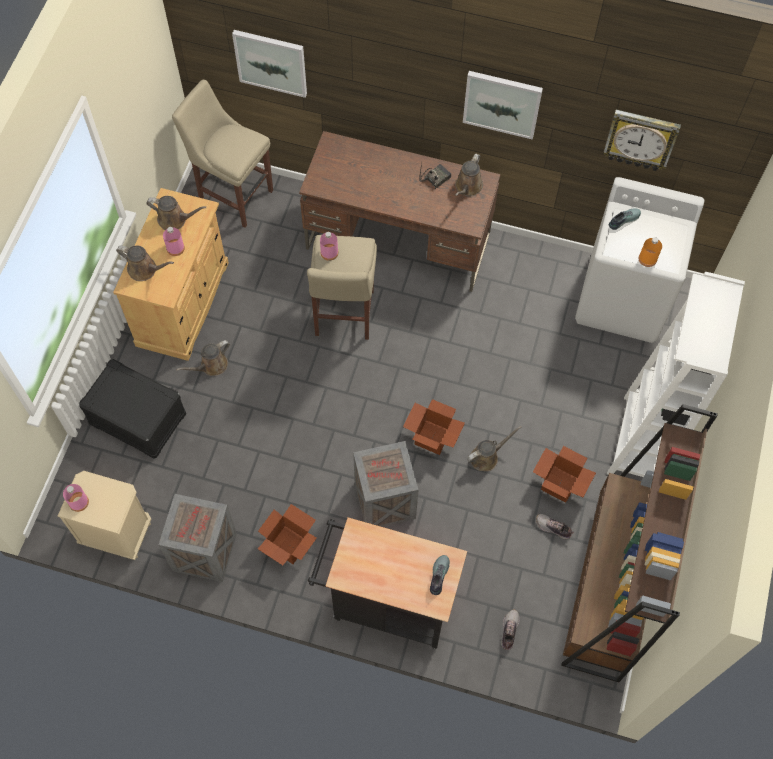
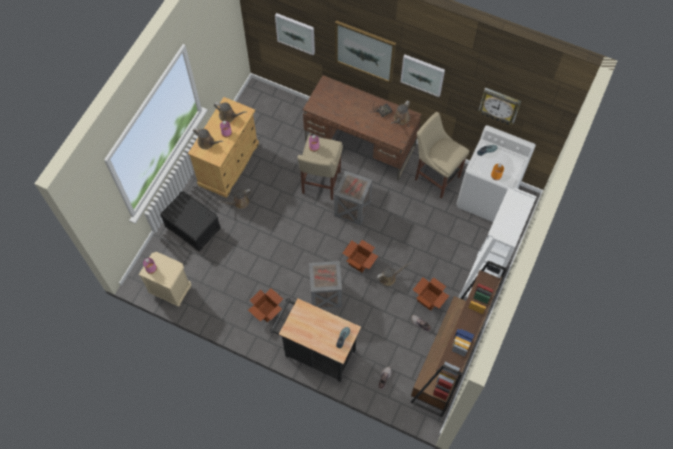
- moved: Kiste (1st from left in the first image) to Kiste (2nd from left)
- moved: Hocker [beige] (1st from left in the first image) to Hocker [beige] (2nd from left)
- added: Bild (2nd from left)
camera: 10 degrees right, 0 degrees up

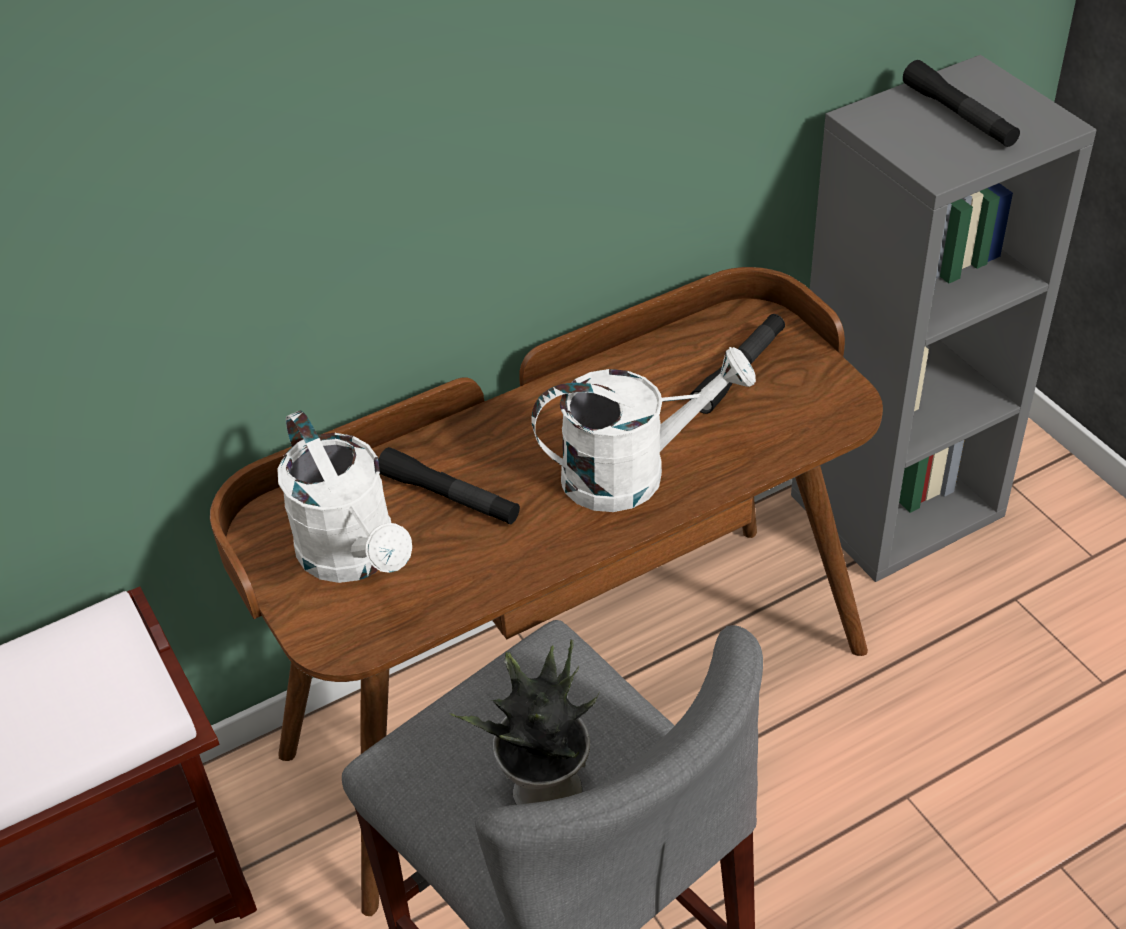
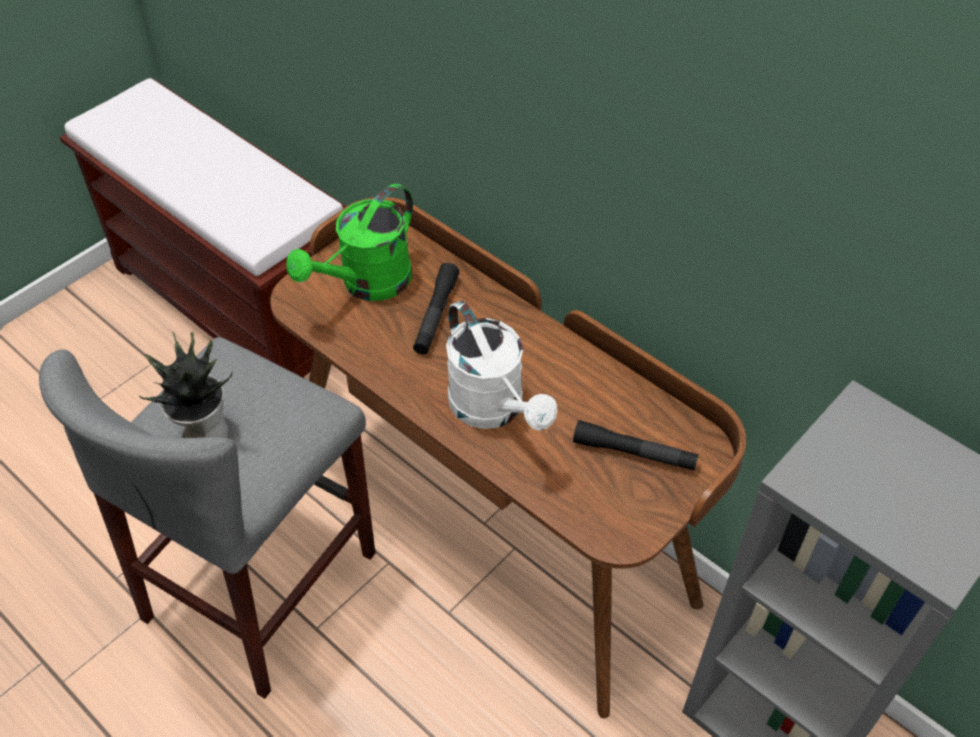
- recoloured: Gießkanne [weiß] (1st from left) to Gießkanne [grün]
- removed: Taschenlampe [schwarz] (3rd from left)
camera: 70 degrees right, 5 degrees up

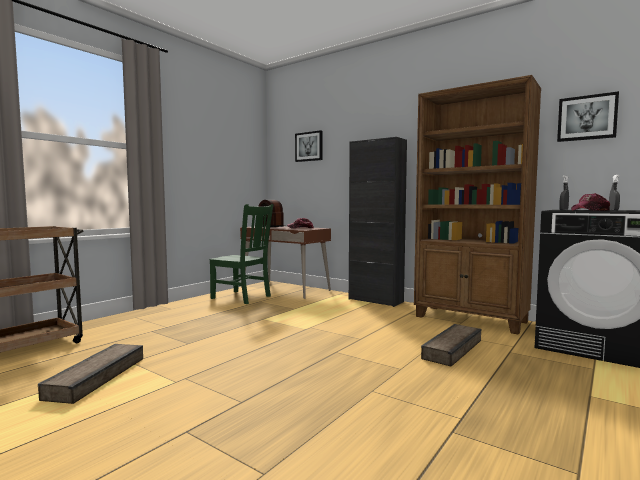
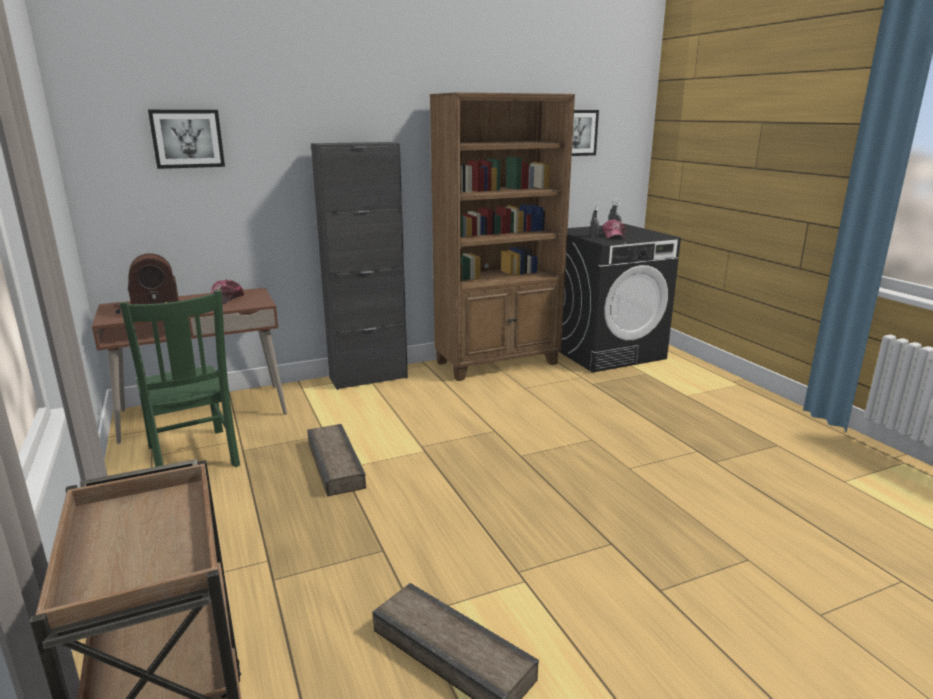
- turned: Stuhl [grün] 90 degrees clockwise
- moved: Kiste (2nd from left in the first image) to Kiste (1st from left)
camera: 60 degrees left, 15 degrees up

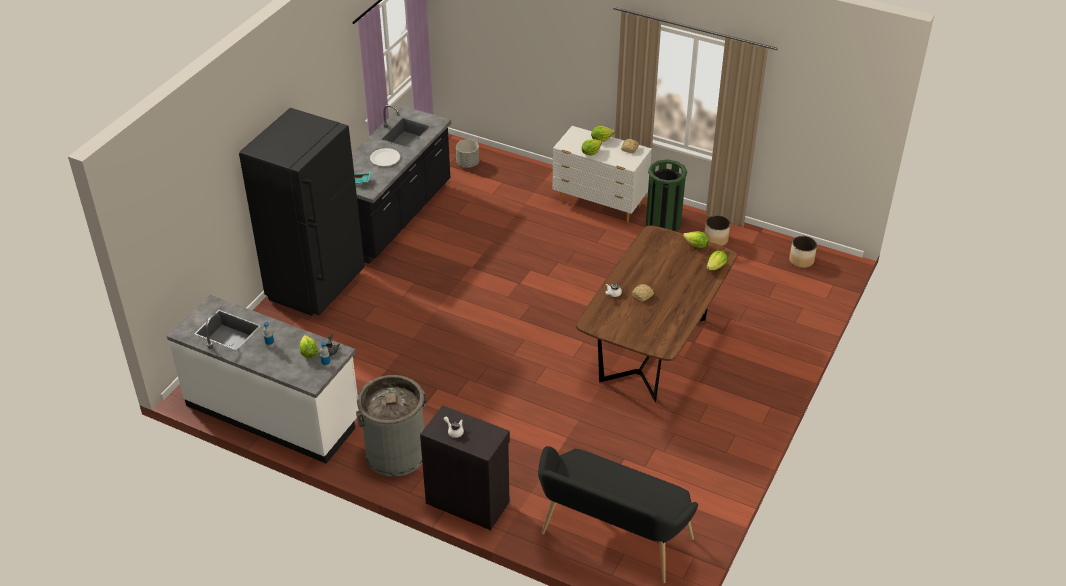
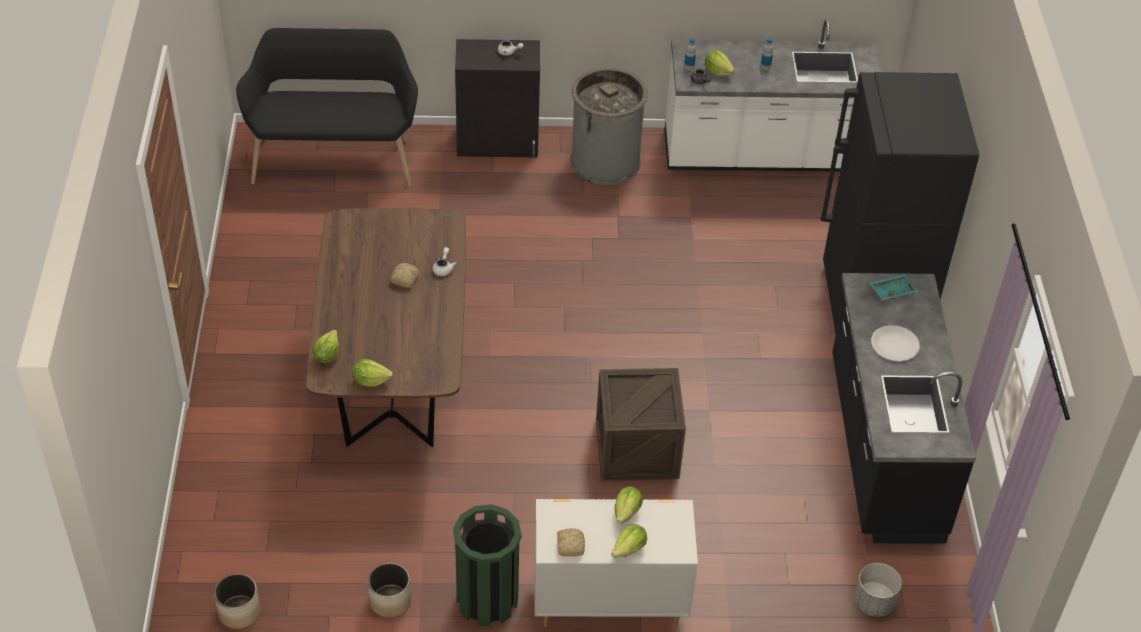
- added: Kiste
camera: 150 degrees right, 5 degrees up

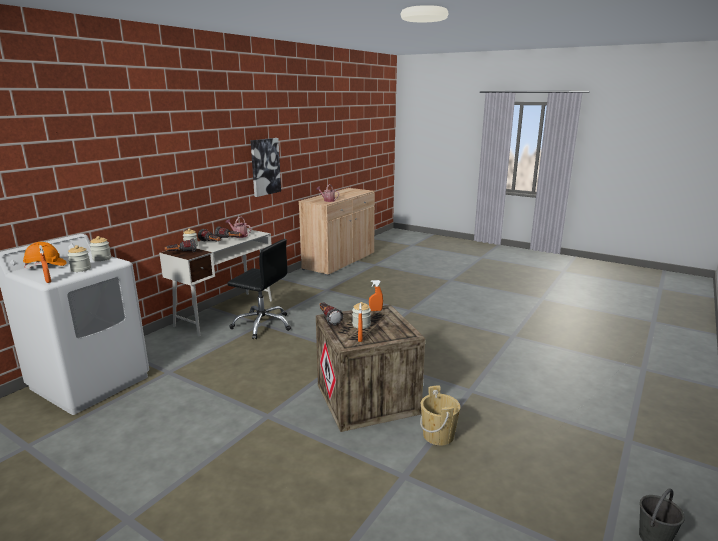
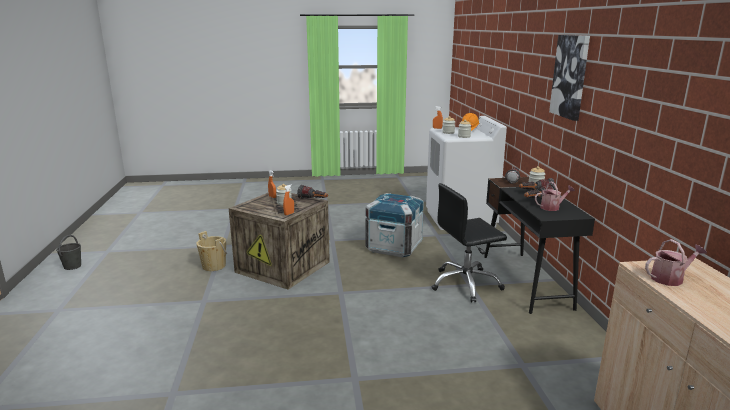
- recoloured: Schreibtisch [weiß] to Schreibtisch [schwarz]
- moved: Bild
- added: Kiste (2nd from left)
camera: 140 degrees right, 0 degrees up

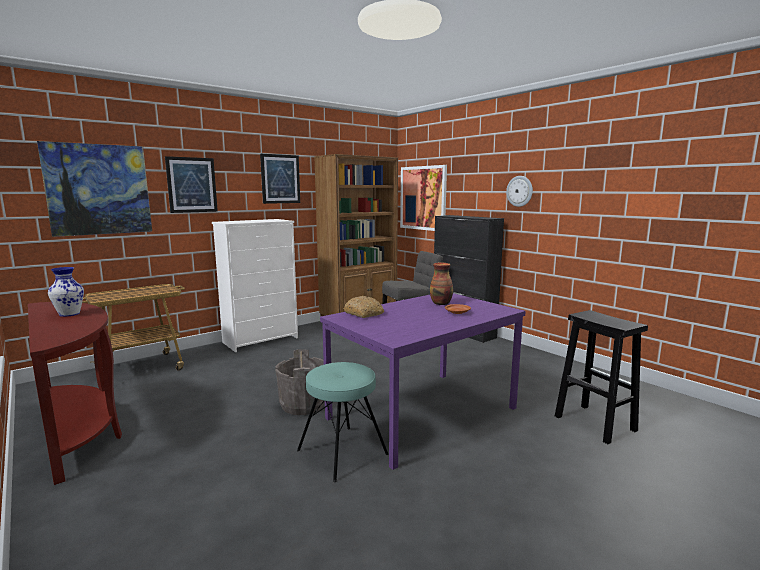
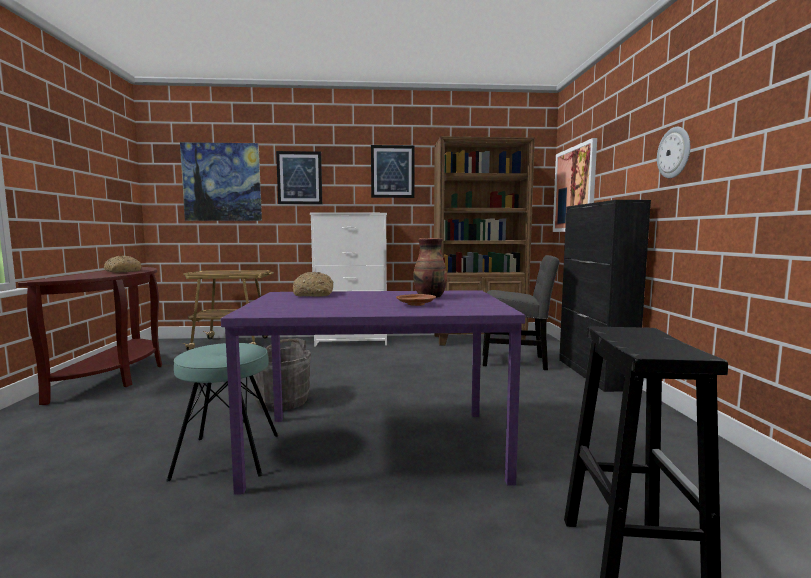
- replaced: Vase (1st from left) to Brot (1st from left)
camera: 35 degrees right, 5 degrees down

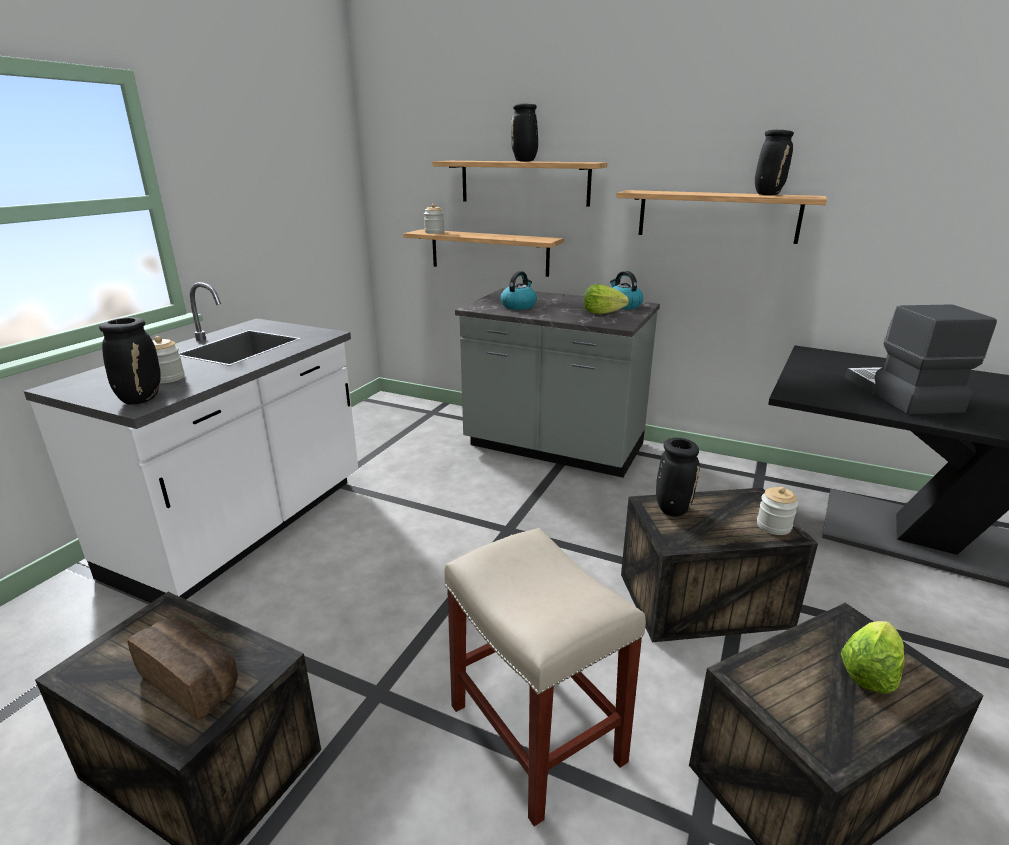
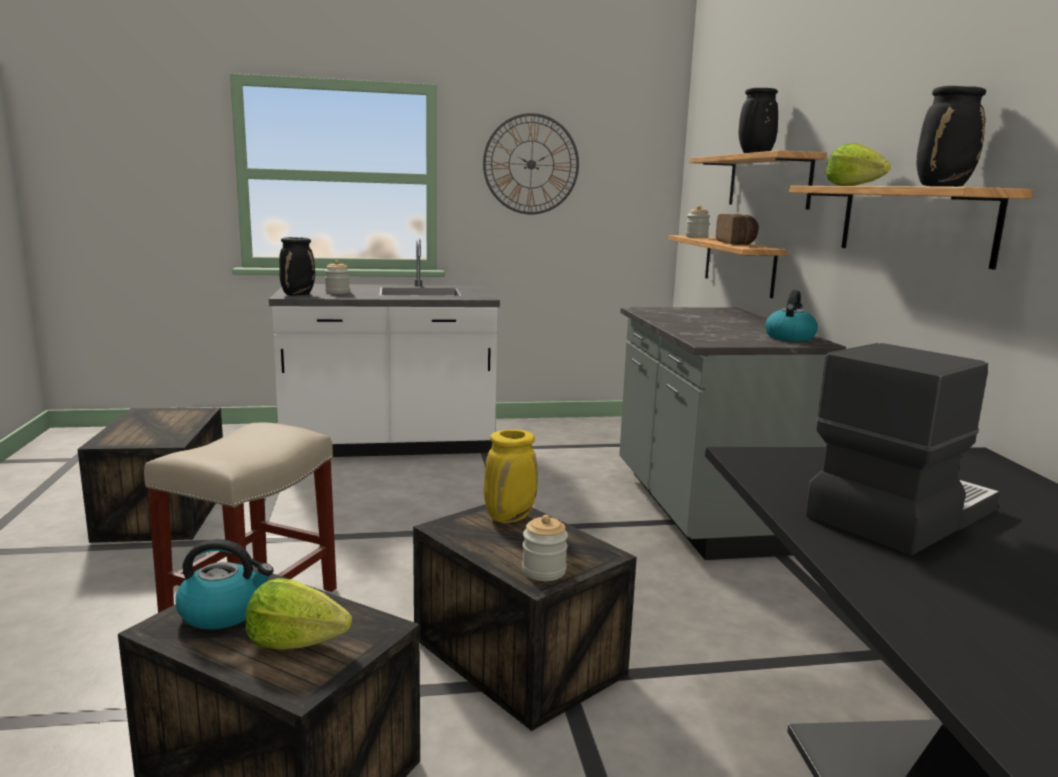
- moved: Brot
- moved: Wasserkessel (1st from left)
- moved: Salatkopf (1st from left in the first image) to Salatkopf (2nd from left)
- recoloured: Vase [schwarz] (3rd from left) to Vase [gelb]
- added: Wanduhr
camera: 55 degrees right, 10 degrees down

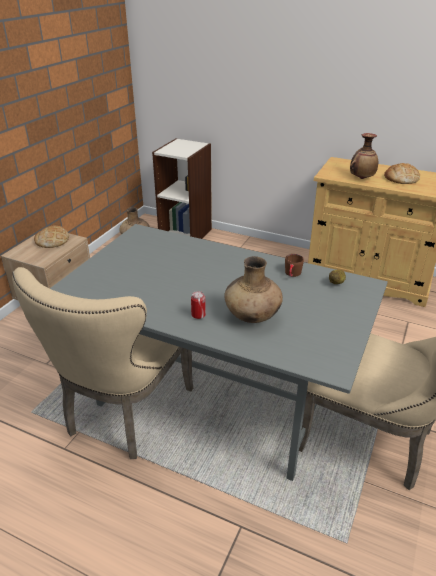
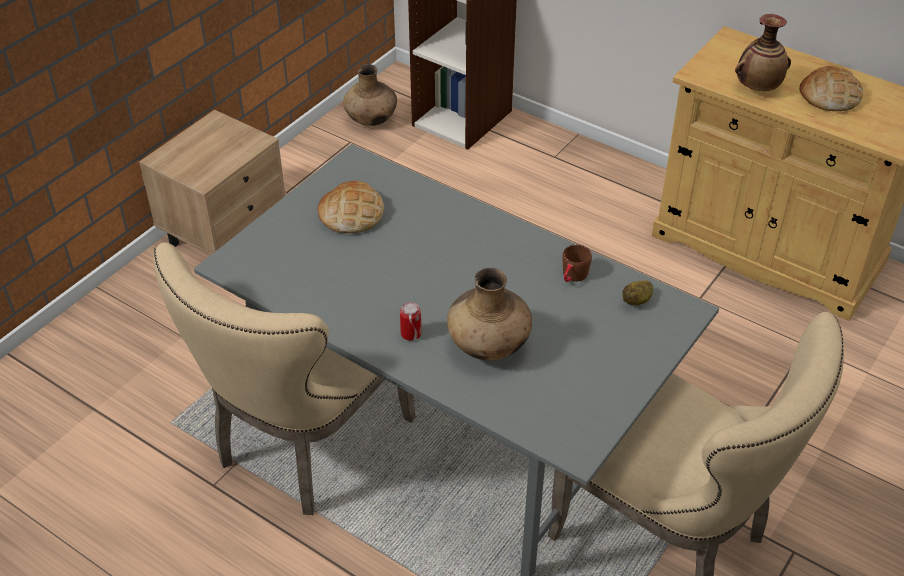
- moved: Brot (1st from left)
camera: 10 degrees right, 10 degrees up

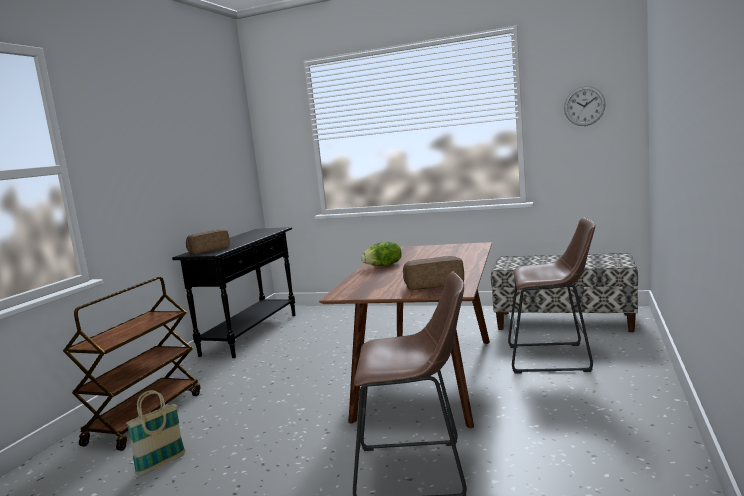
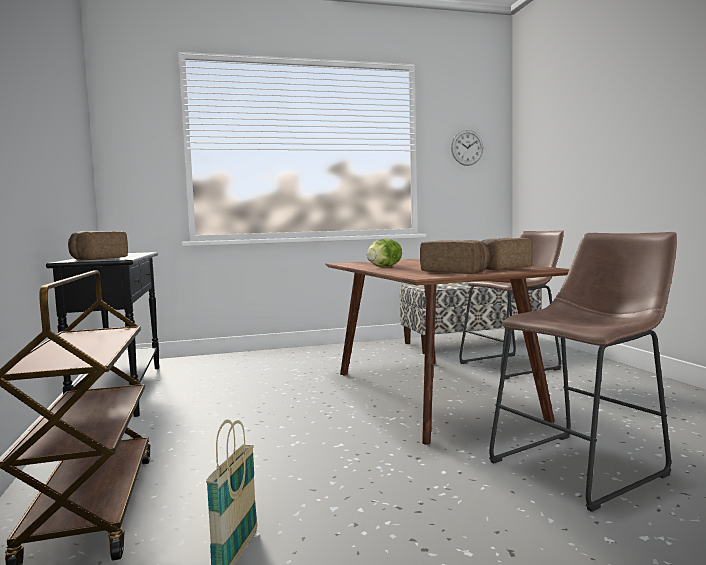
- added: Brot (2nd from left)
camera: 35 degrees left, 5 degrees down

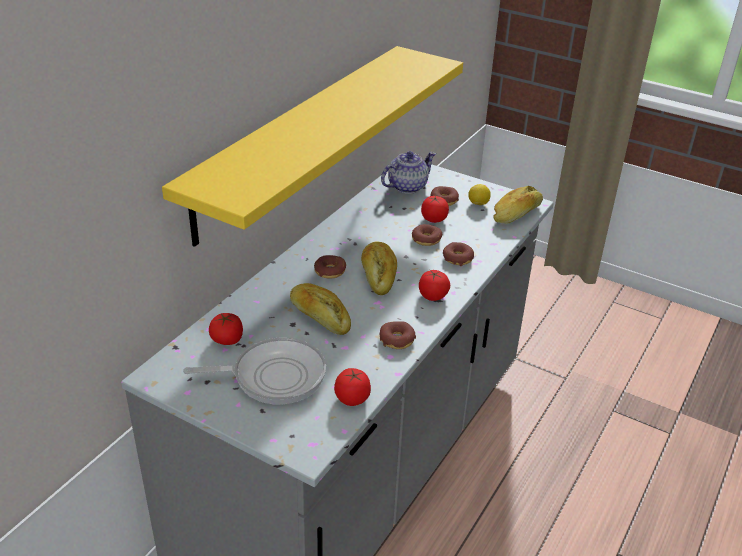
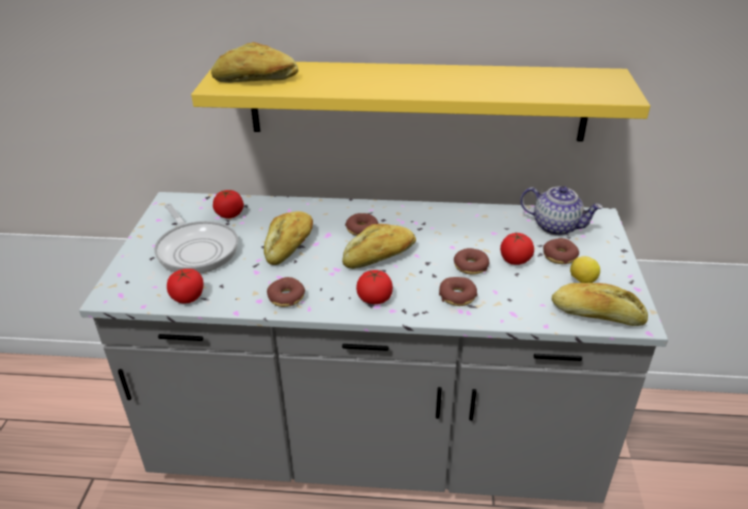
- added: Brot (1st from left)
camera: 65 degrees right, 0 degrees up

